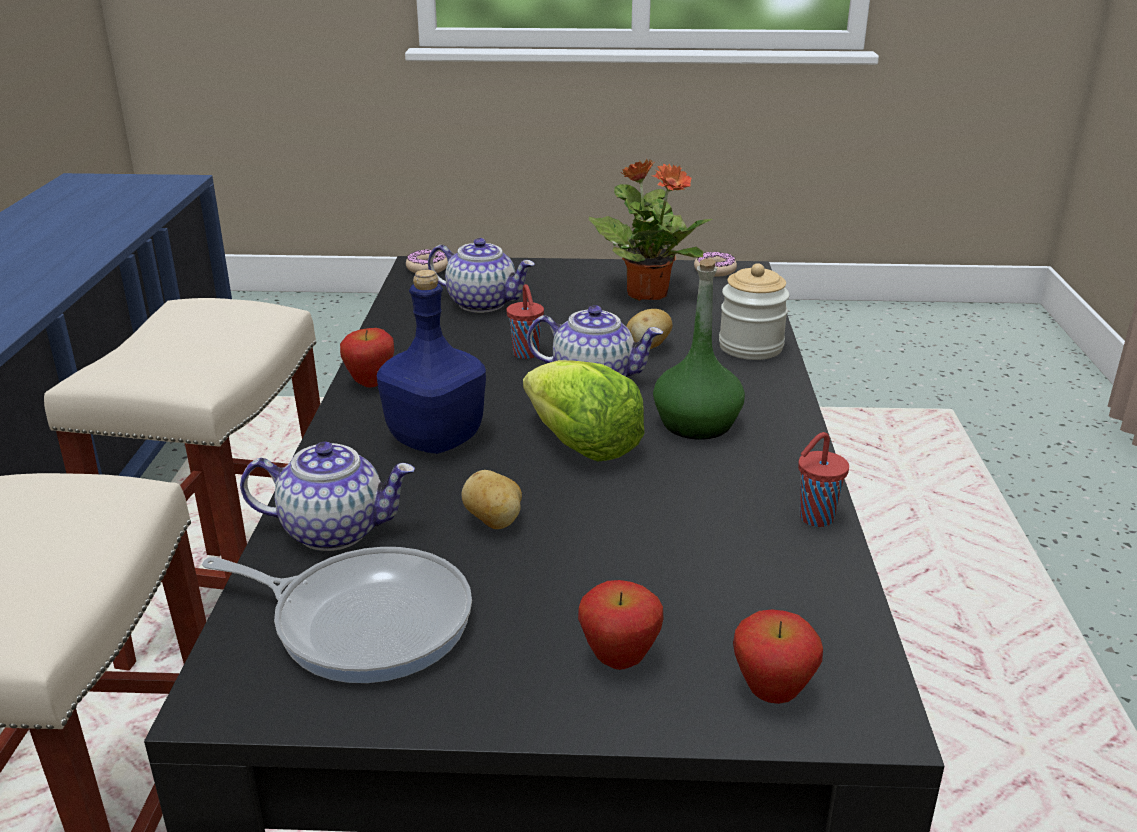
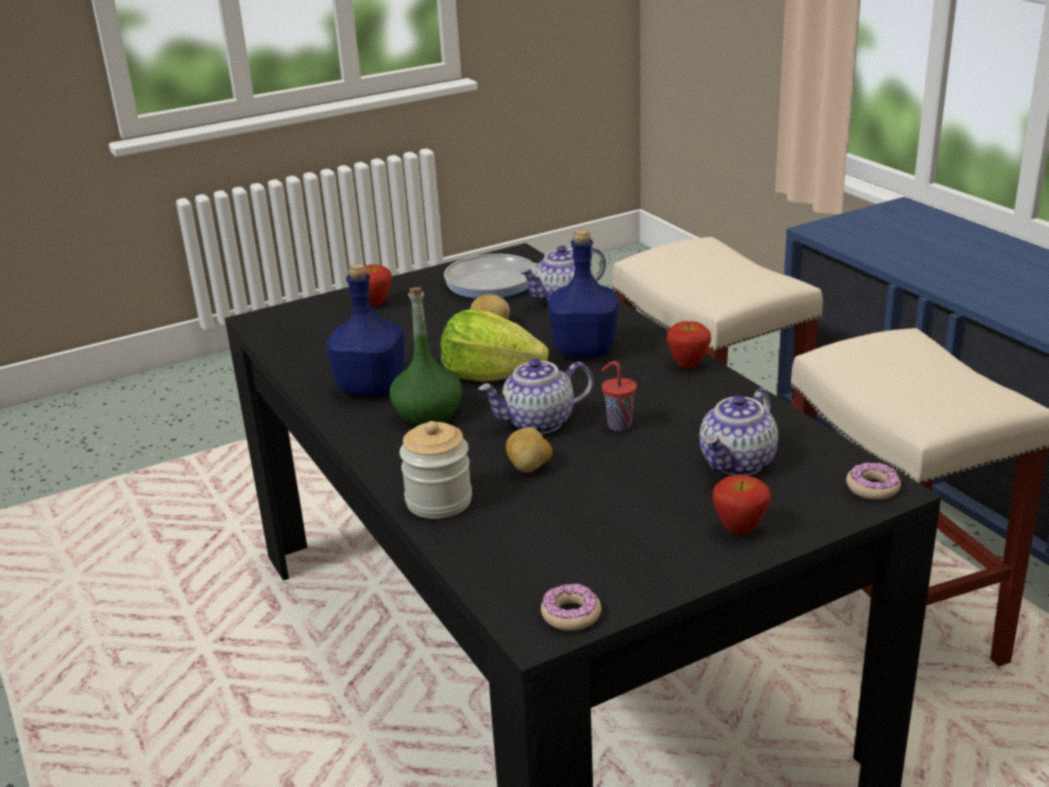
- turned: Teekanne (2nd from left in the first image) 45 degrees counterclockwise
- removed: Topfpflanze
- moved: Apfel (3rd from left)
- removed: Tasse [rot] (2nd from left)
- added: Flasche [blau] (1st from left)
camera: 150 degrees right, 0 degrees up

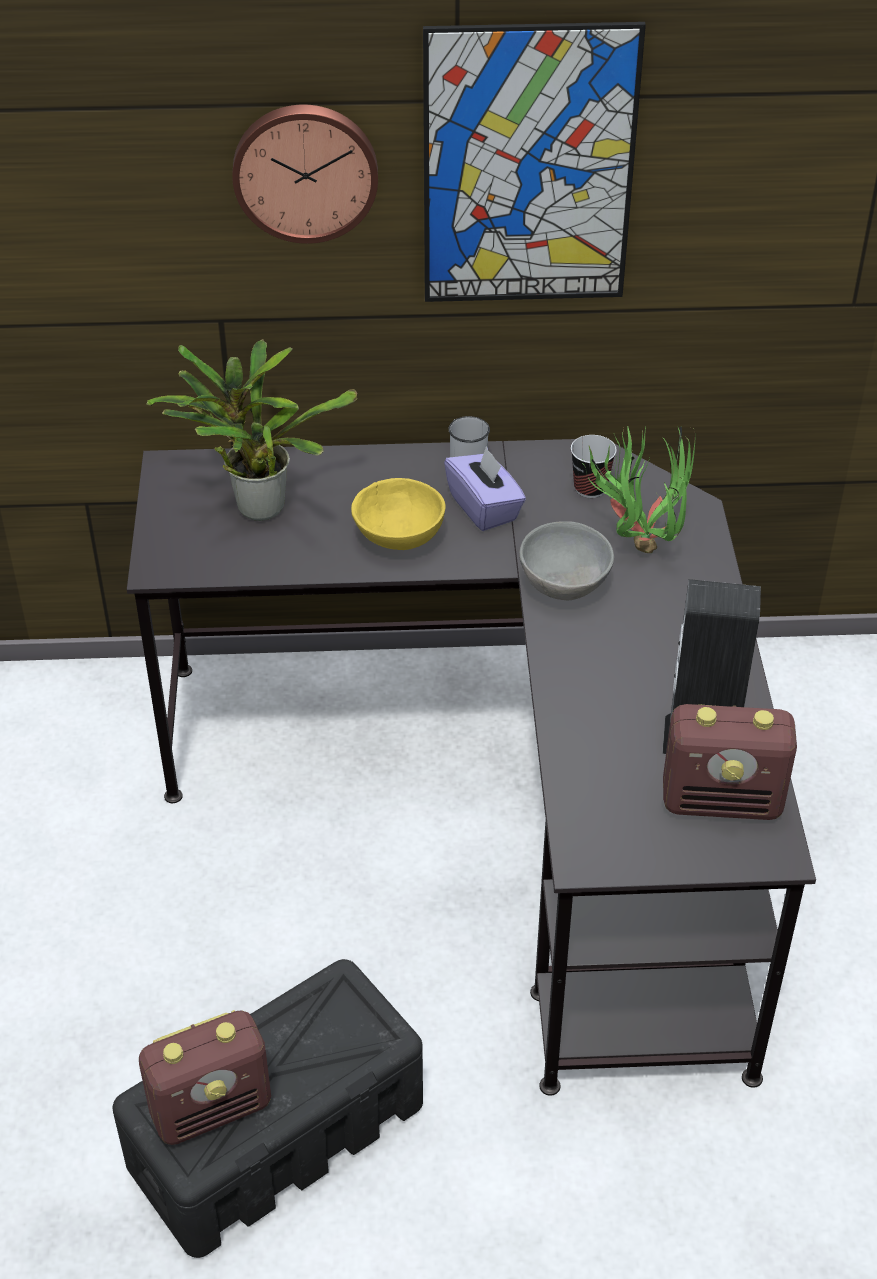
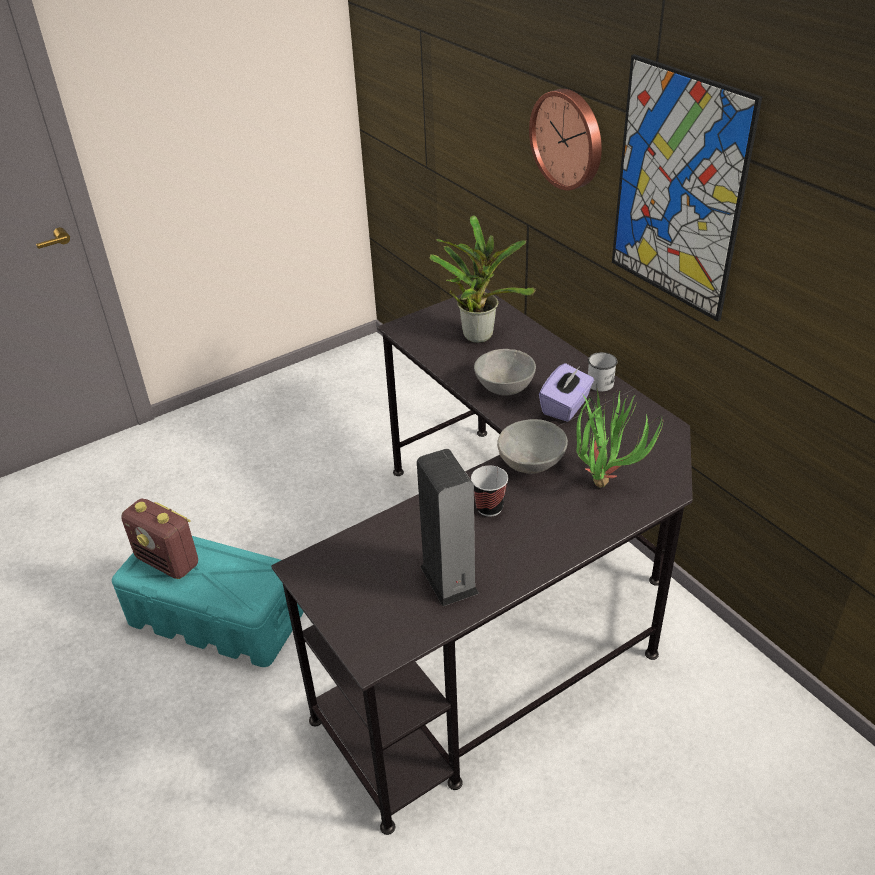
- recoloured: Aufbewahrungsbox [schwarz] to Aufbewahrungsbox [türkis]
- recoloured: Schüssel [gelb] to Schüssel [grau] (1st from left)
- moved: Tasse
- removed: Radio (2nd from left)
camera: 60 degrees right, 5 degrees down

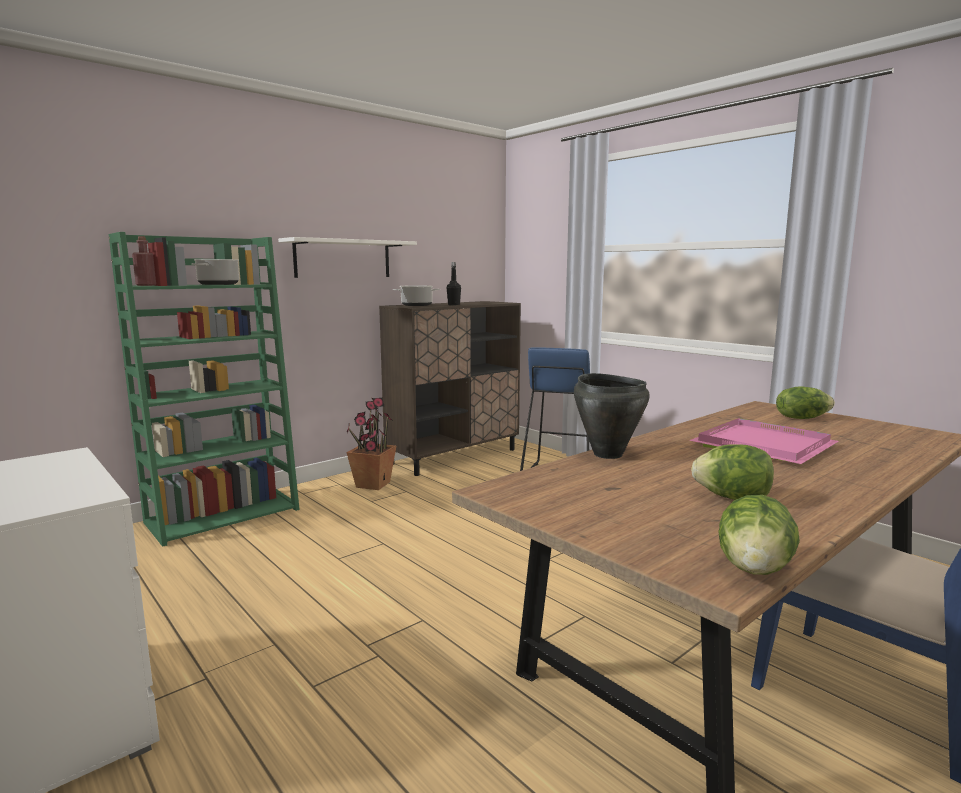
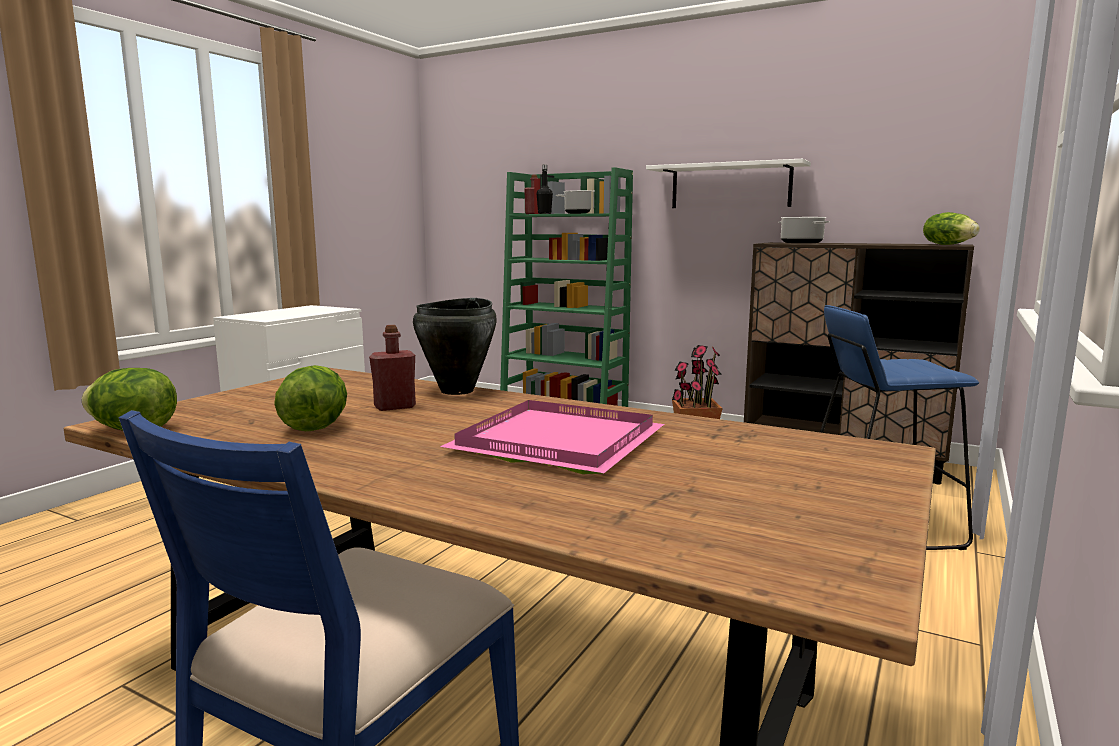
- moved: Flasche [schwarz]
- moved: Salatkopf (3rd from left)
- added: Flasche [rot] (1st from left)
camera: 70 degrees right, 0 degrees up

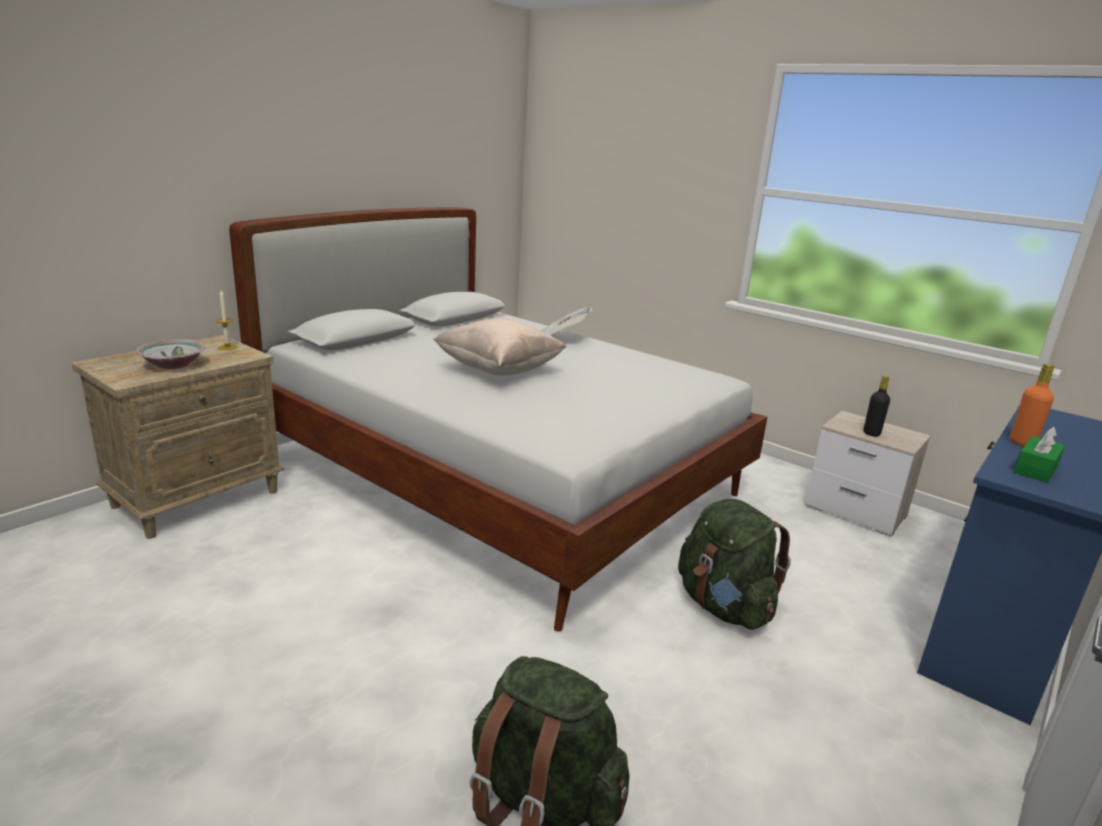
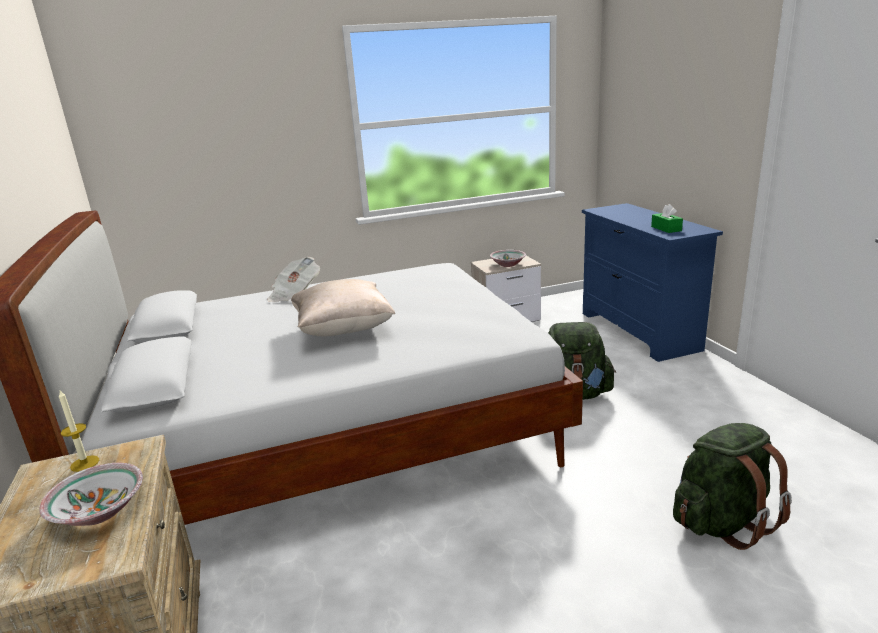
- replaced: Flasche [schwarz] to Schüssel (2nd from left)
- removed: Flasche [orange]
camera: 55 degrees left, 0 degrees up

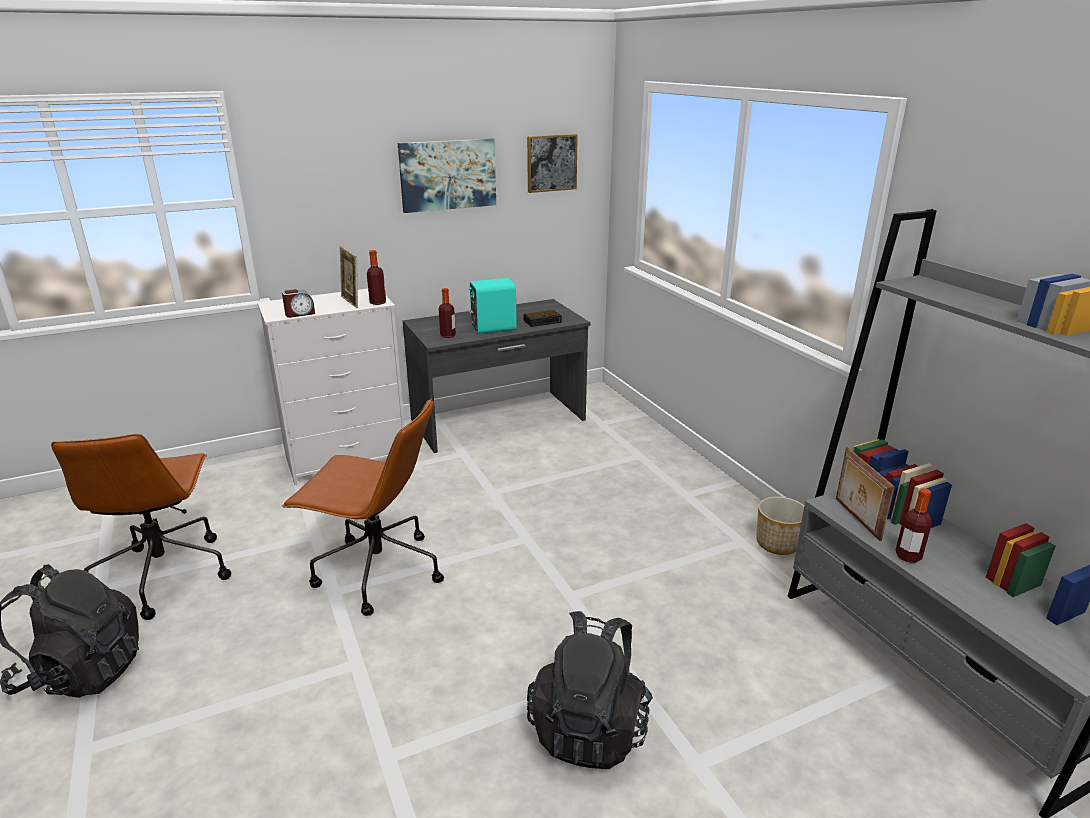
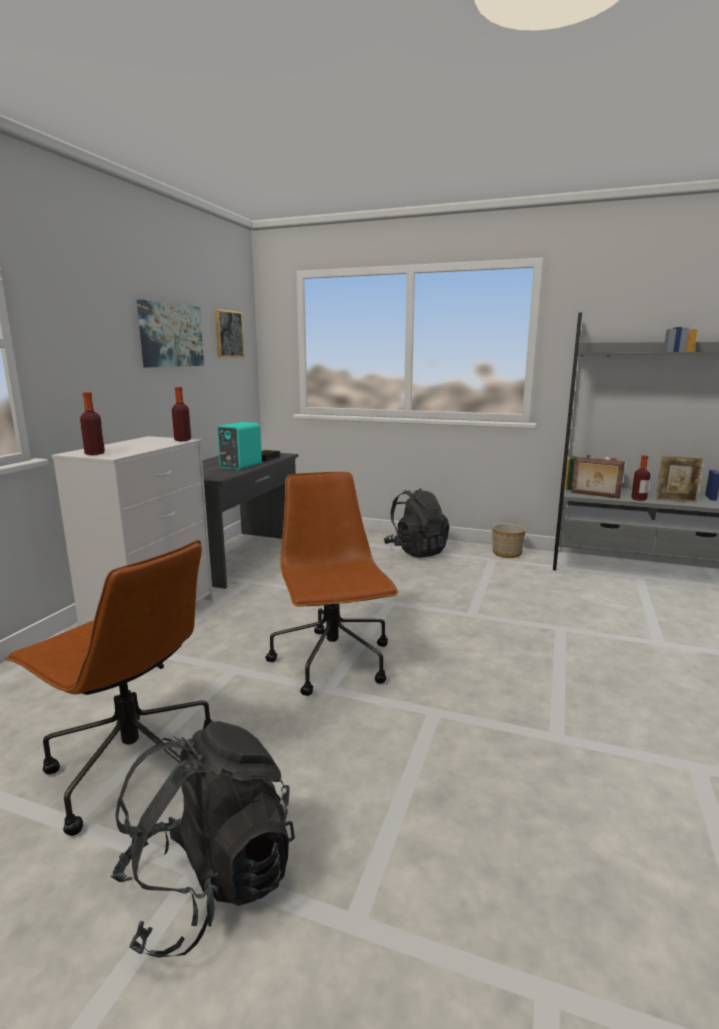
- removed: Wecker (1st from left)
- turned: Bürostuhl [braun] (2nd from left) 75 degrees counterclockwise
- moved: Bilderrahmen (1st from left in the first image) to Bilderrahmen (2nd from left)
- moved: Flasche (2nd from left in the first image) to Flasche (1st from left)
- moved: Rucksack [schwarz] (2nd from left)
camera: 45 degrees left, 10 degrees down

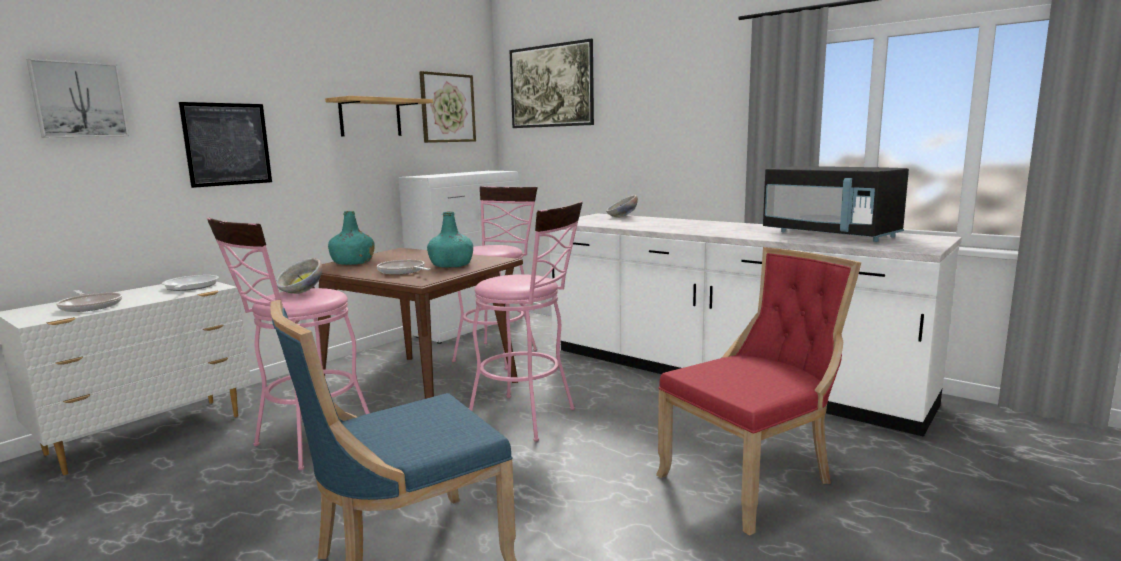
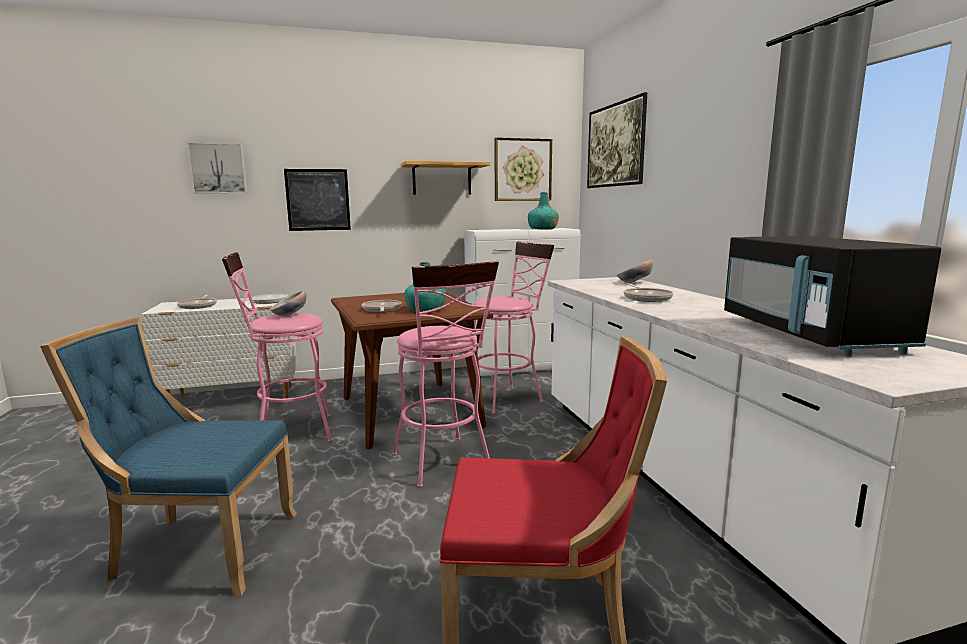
- moved: Flasche [türkis] (1st from left in the first image) to Flasche [türkis] (2nd from left)
- added: Pfanne (4th from left)
camera: 35 degrees right, 0 degrees up

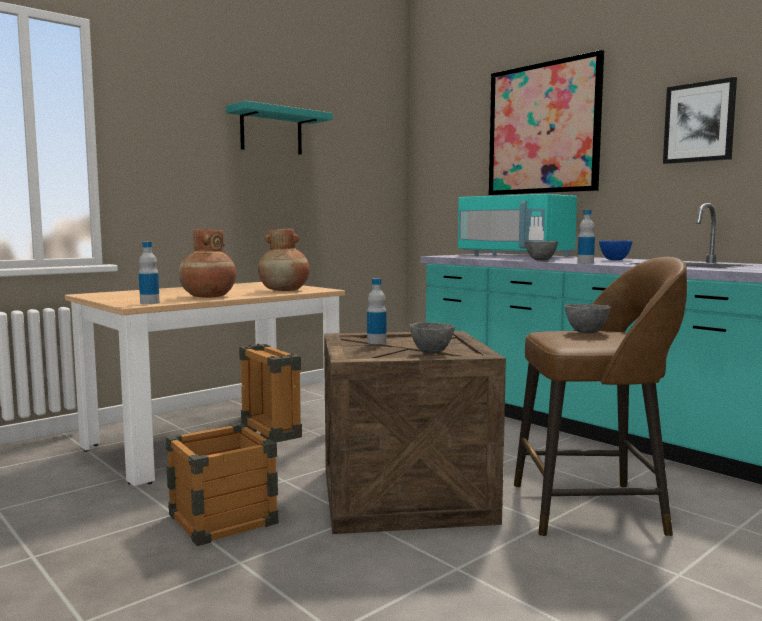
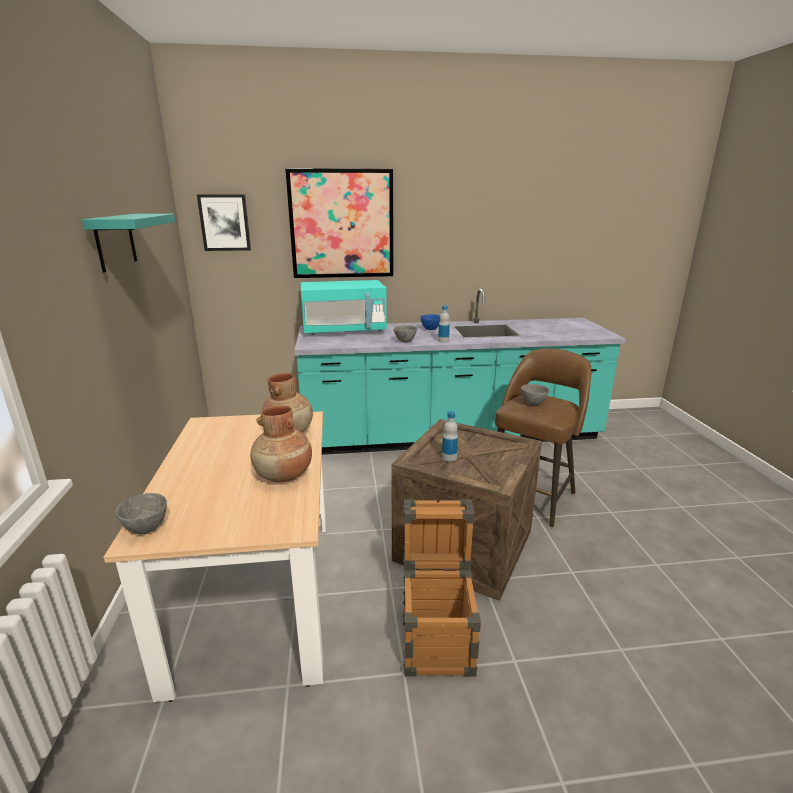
- removed: Flasche (1st from left)
- moved: Schüssel [grau] (1st from left)
- moved: Bild (2nd from left in the first image) to Bild (1st from left)
camera: 55 degrees left, 15 degrees up

